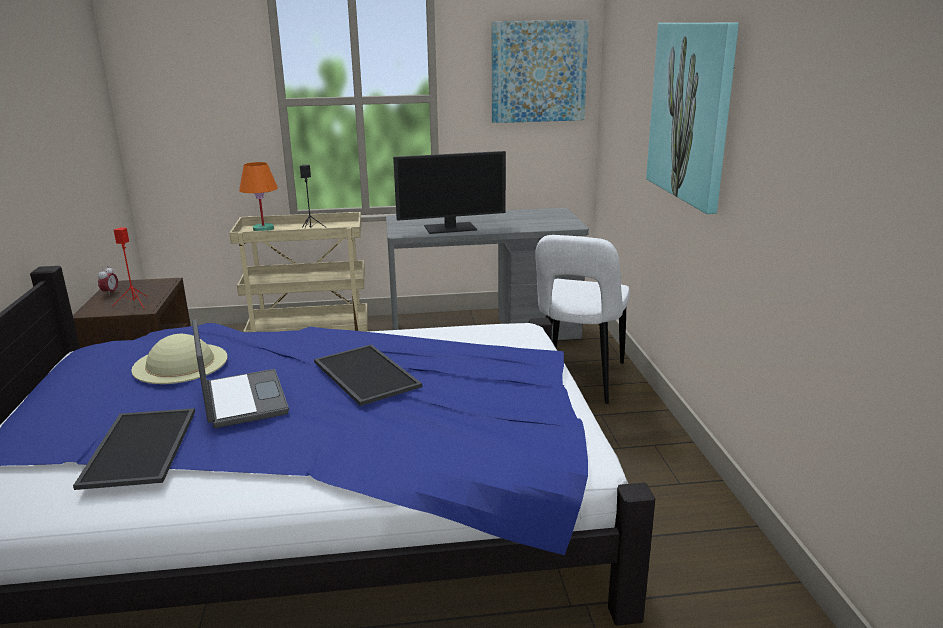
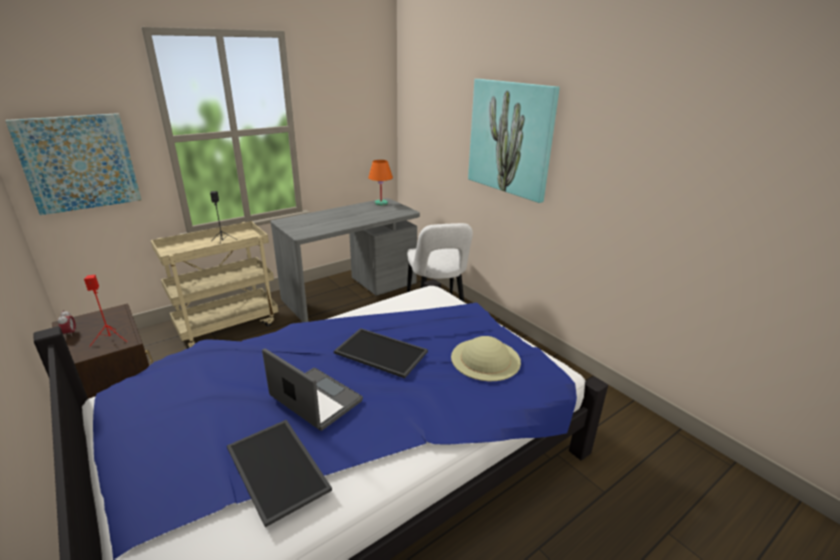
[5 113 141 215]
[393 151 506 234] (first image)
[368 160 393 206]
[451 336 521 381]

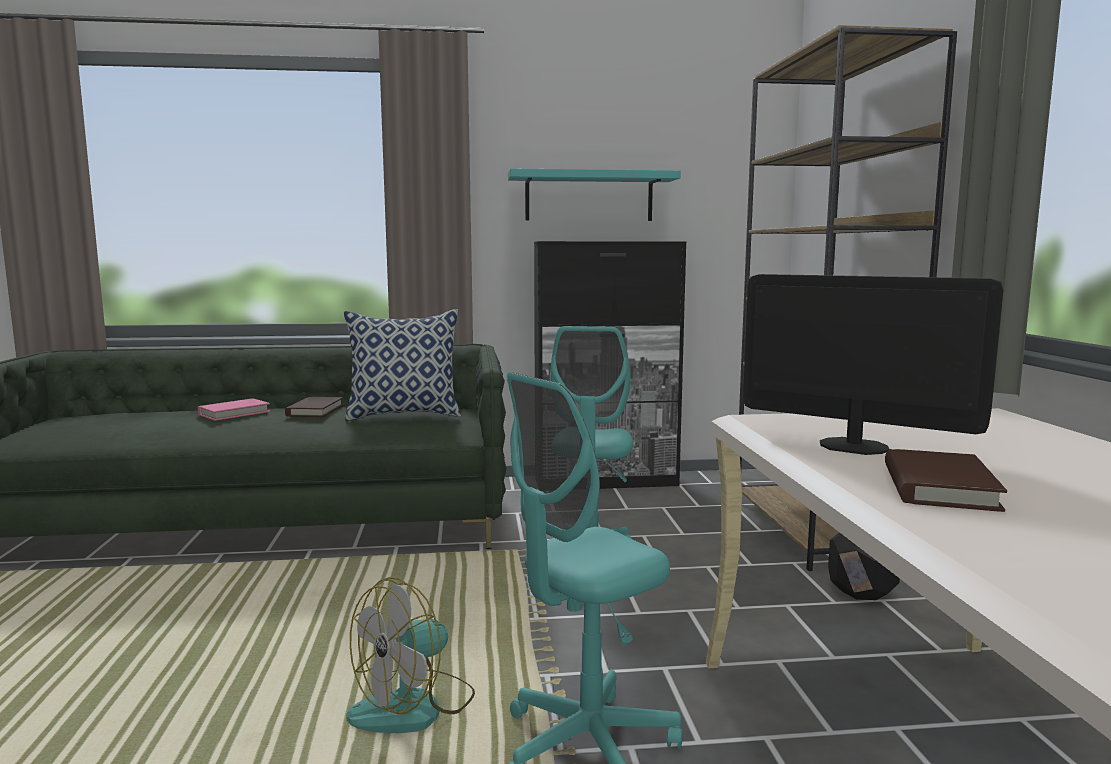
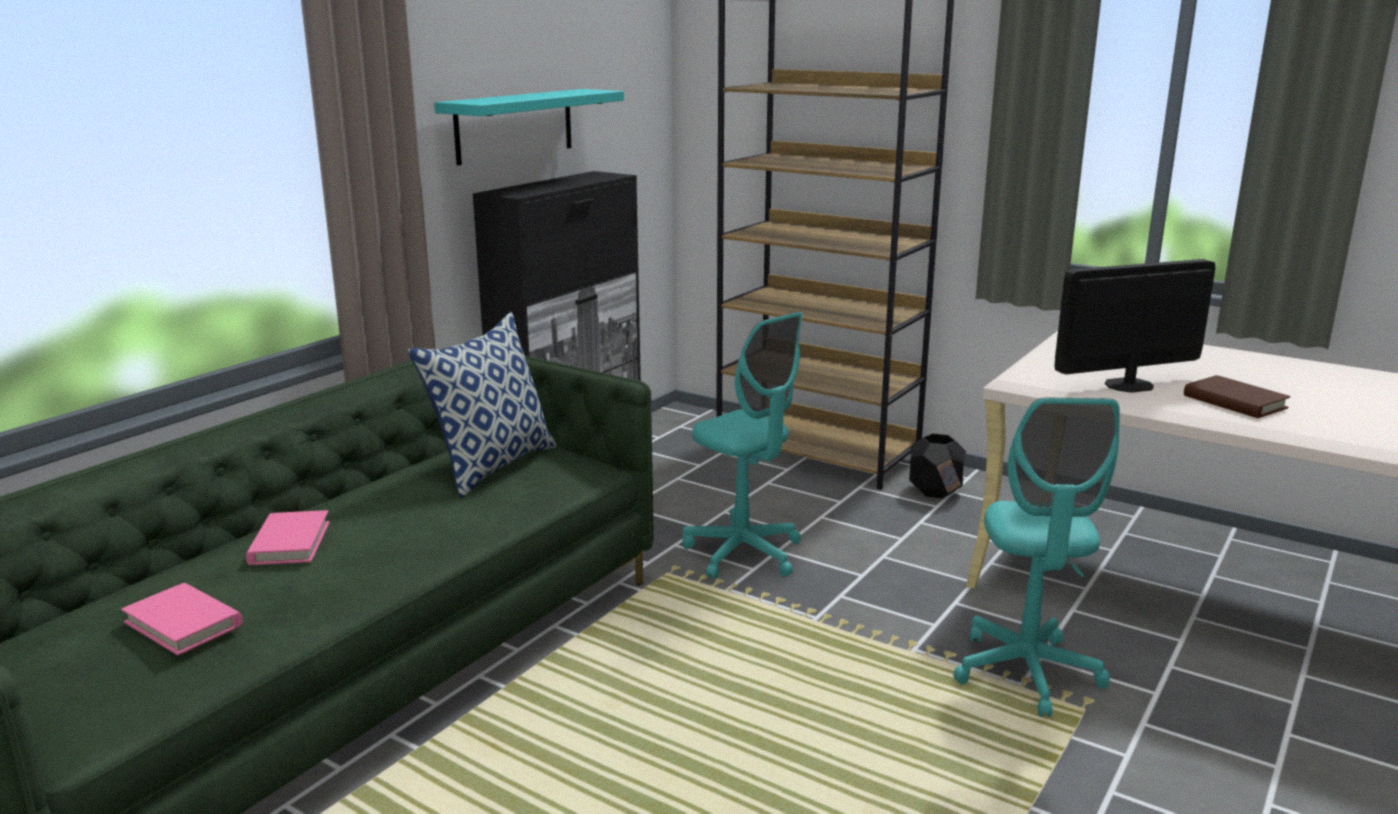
[285 397 344 417] (first image)
[346 577 475 733] (first image)
[121 583 243 655]

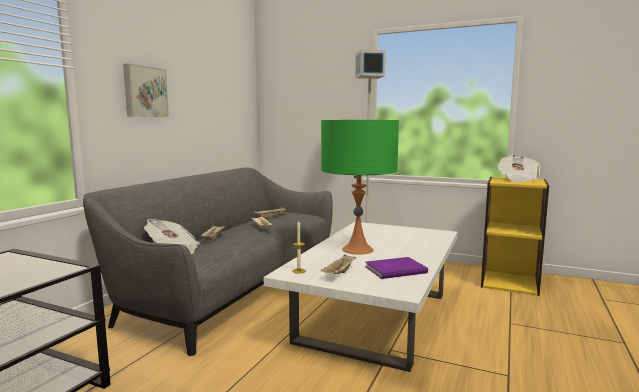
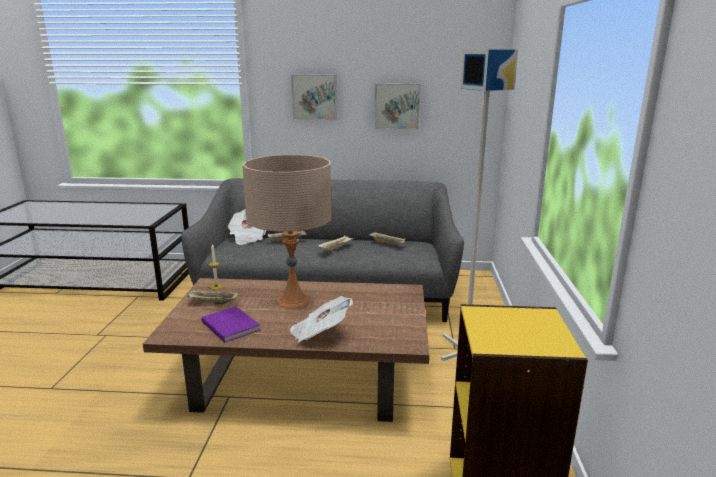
[242 155 332 309]
[290 296 353 343]
[143 278 430 422]
[375 83 421 130]

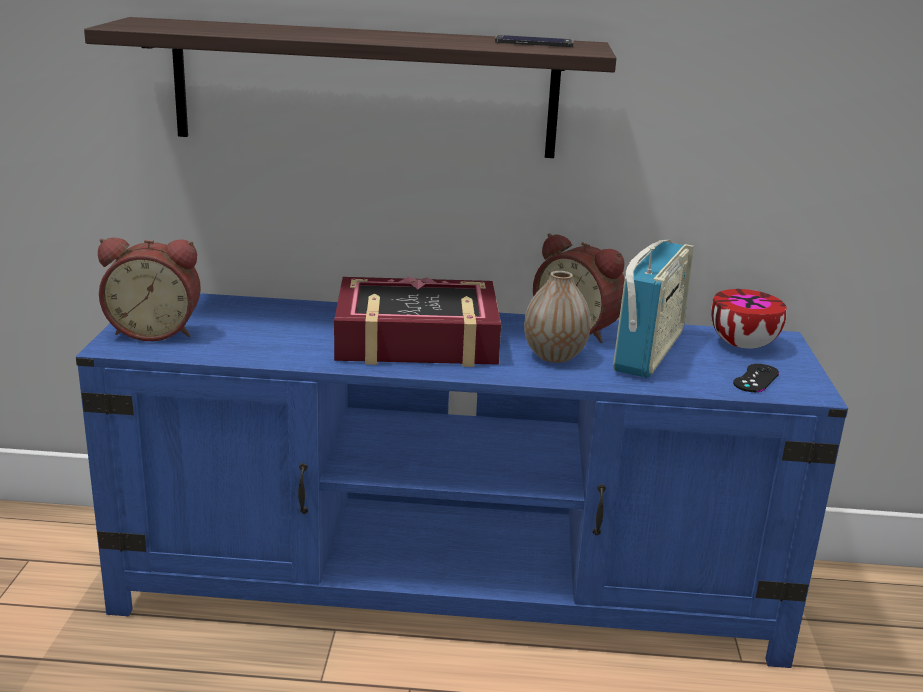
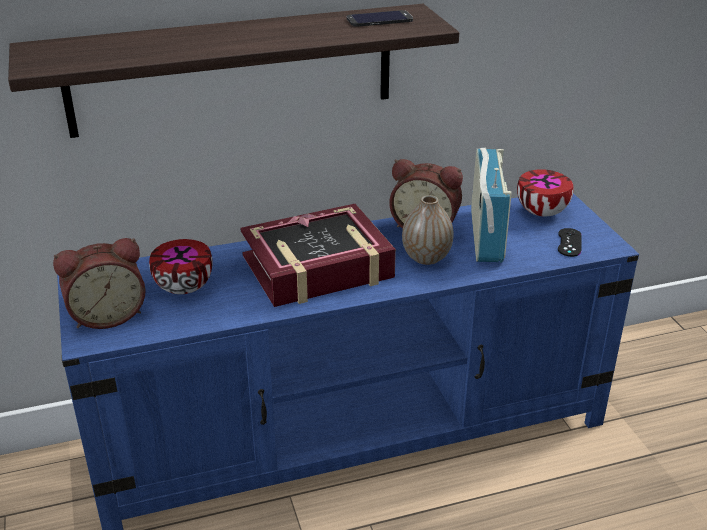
[149 239 212 294]

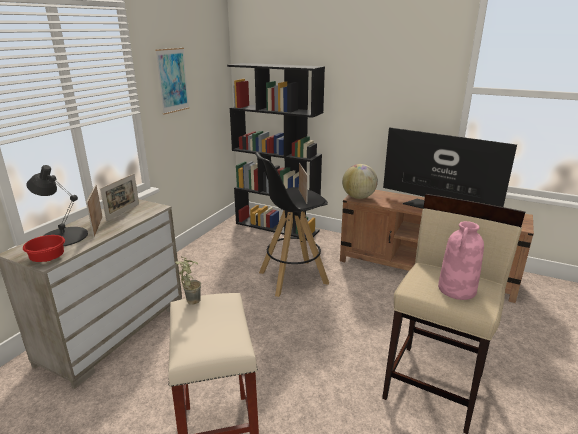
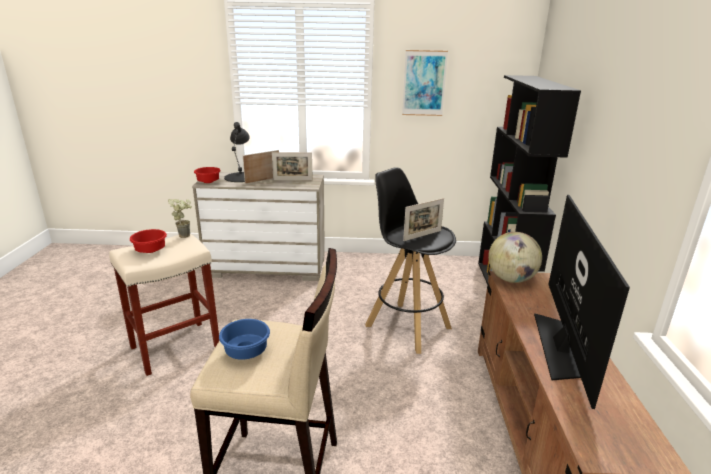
[219 319 270 360]
[130 229 167 253]

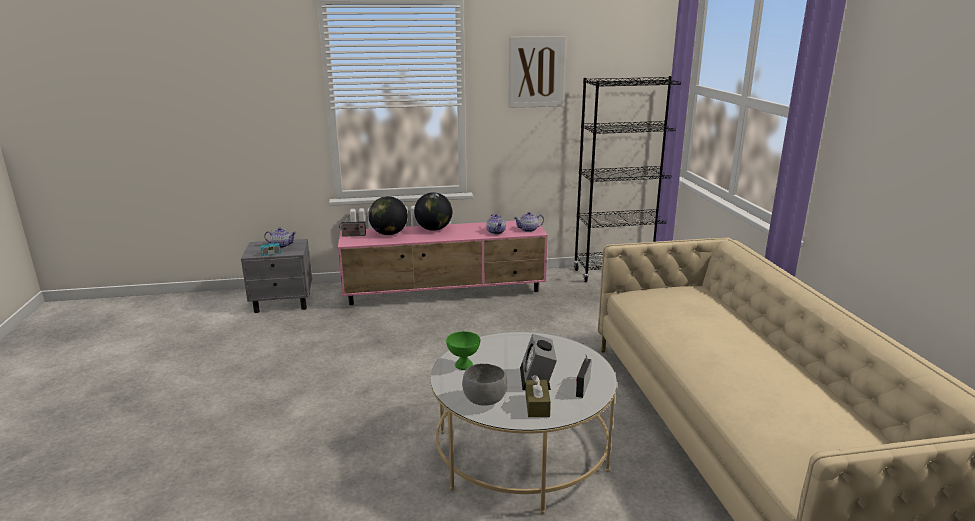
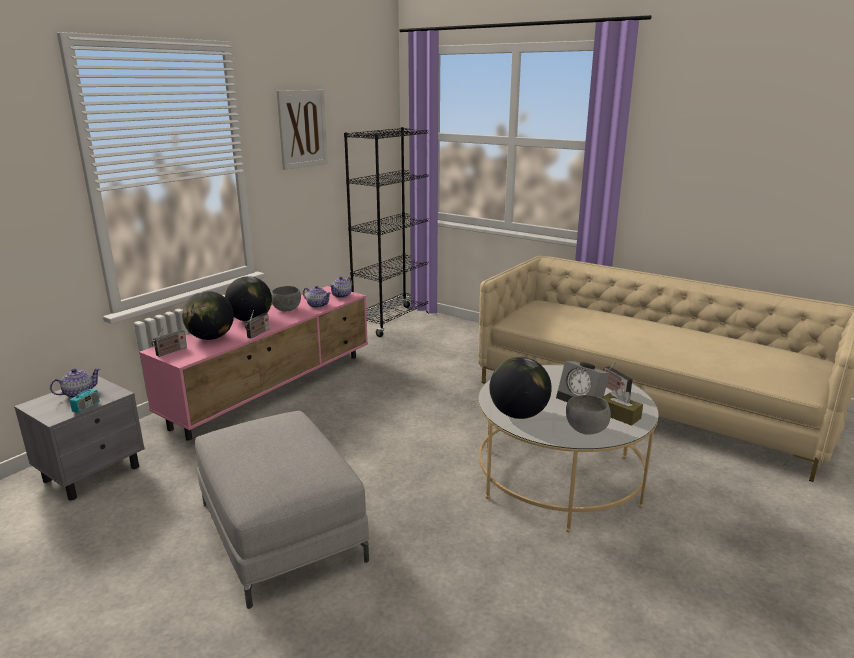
[489 357 552 419]
[271 286 301 312]
[245 310 270 339]
[195 411 369 609]

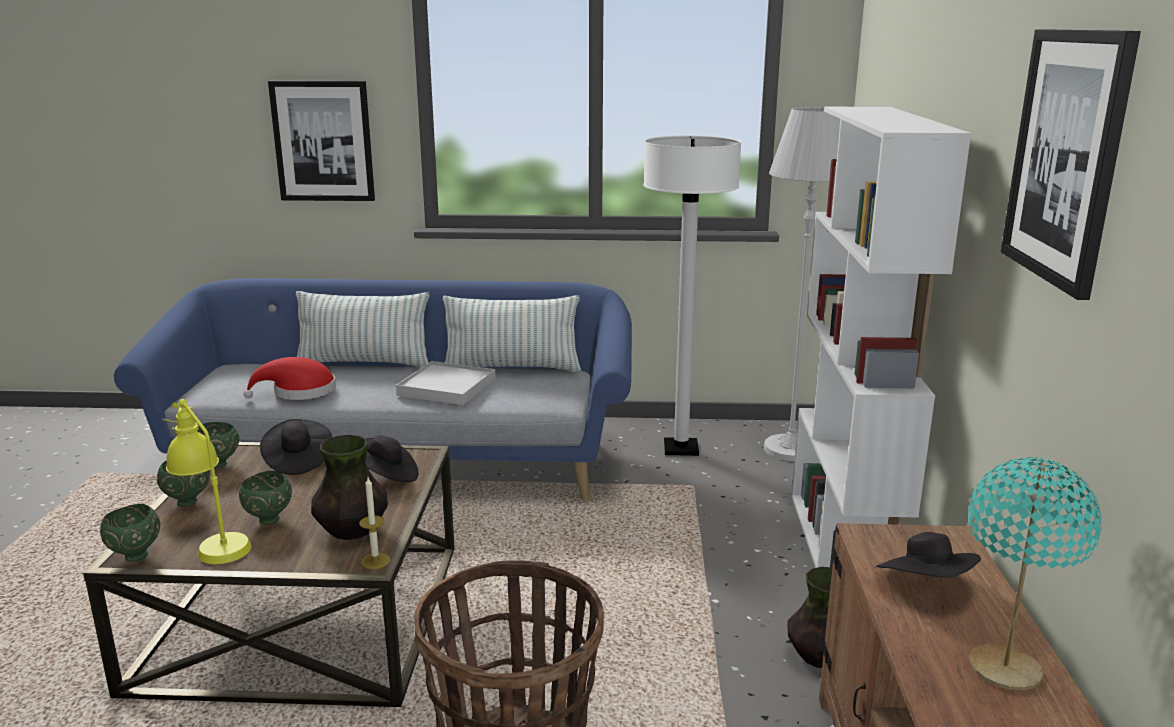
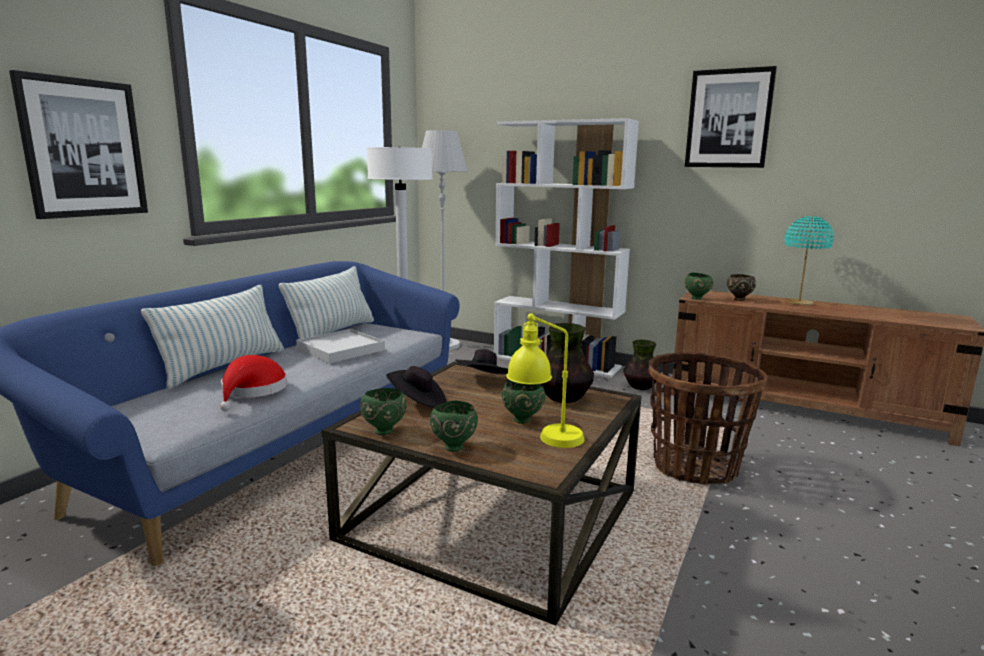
[359 477 390 569] (first image)
[685 272 713 300]
[727 274 756 301]

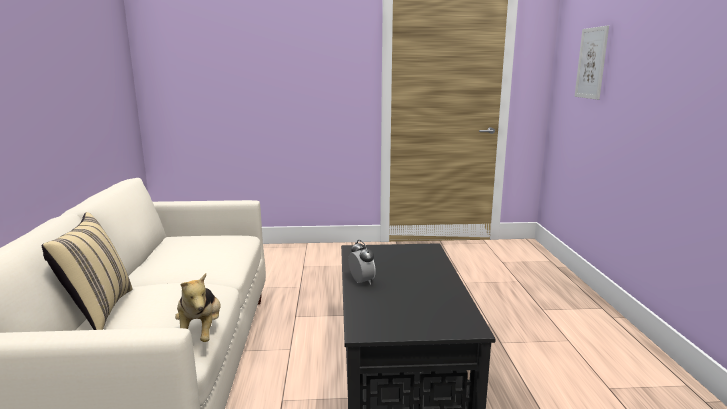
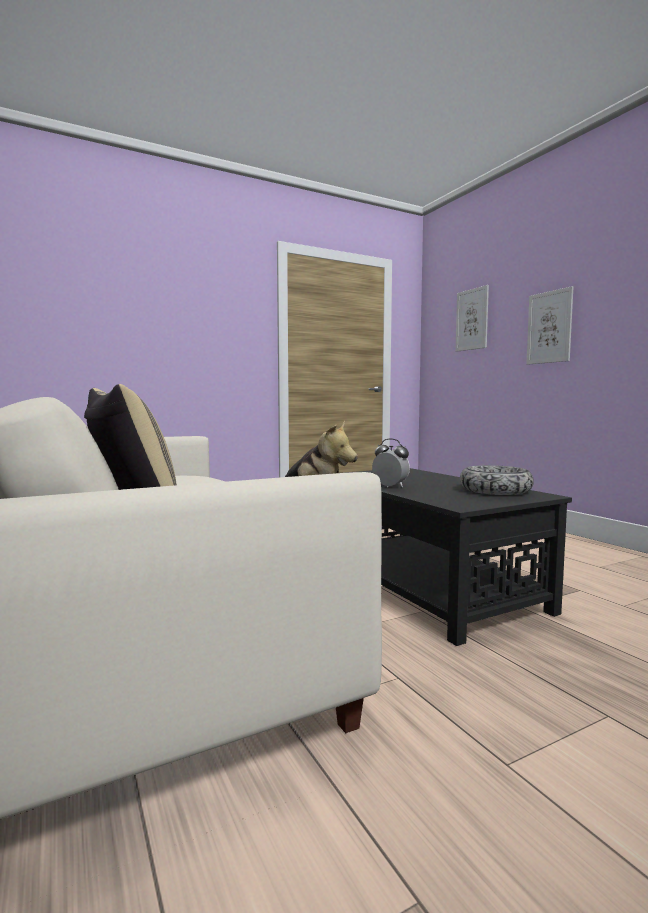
[526 286 573 365]
[460 465 534 495]

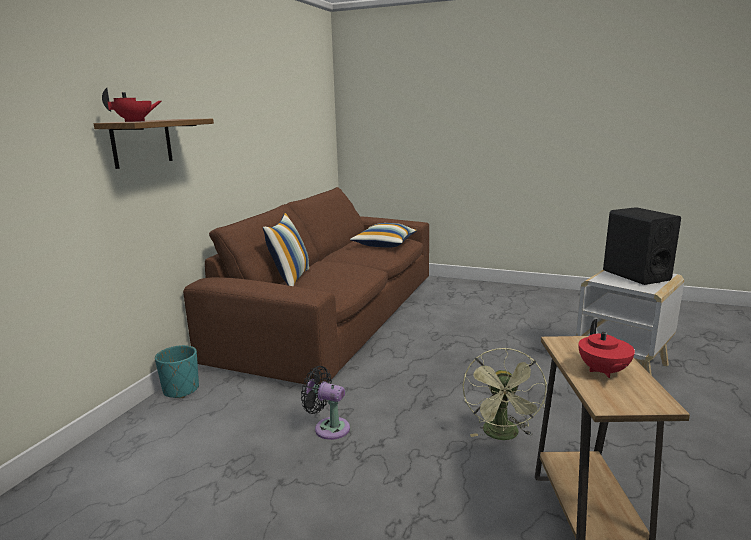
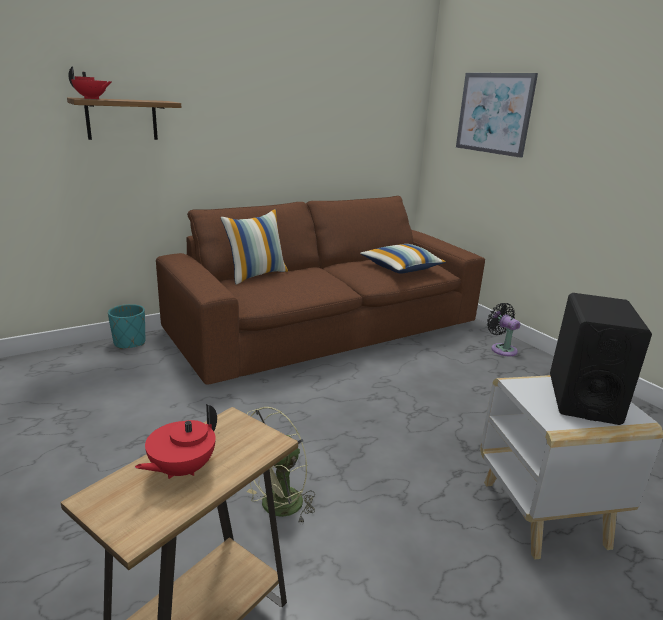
[487 303 520 356]
[456 73 538 158]

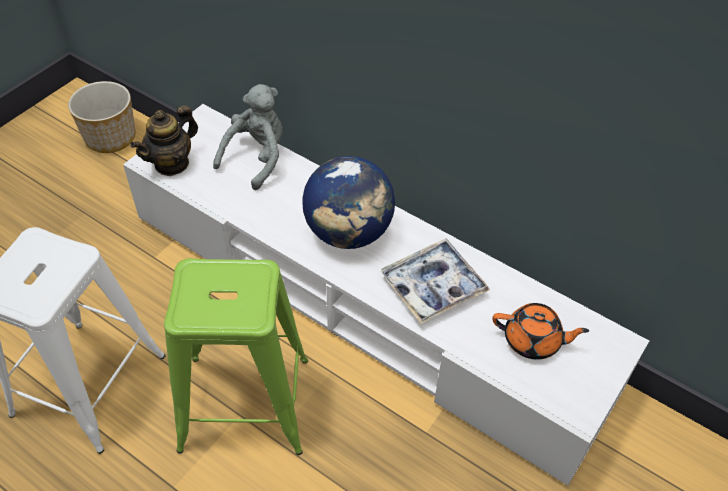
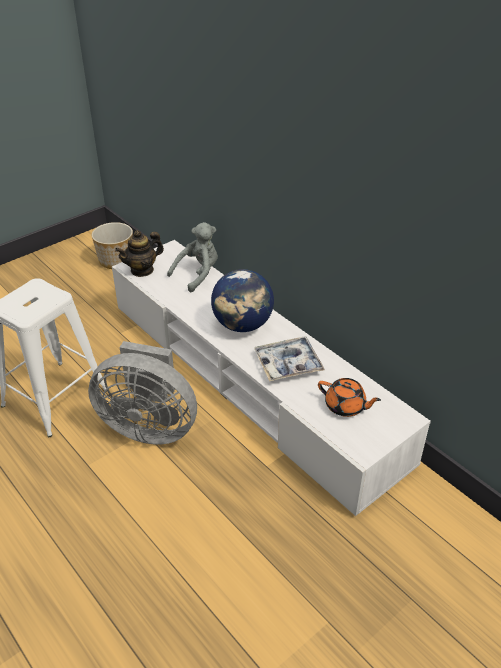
[88 341 197 445]

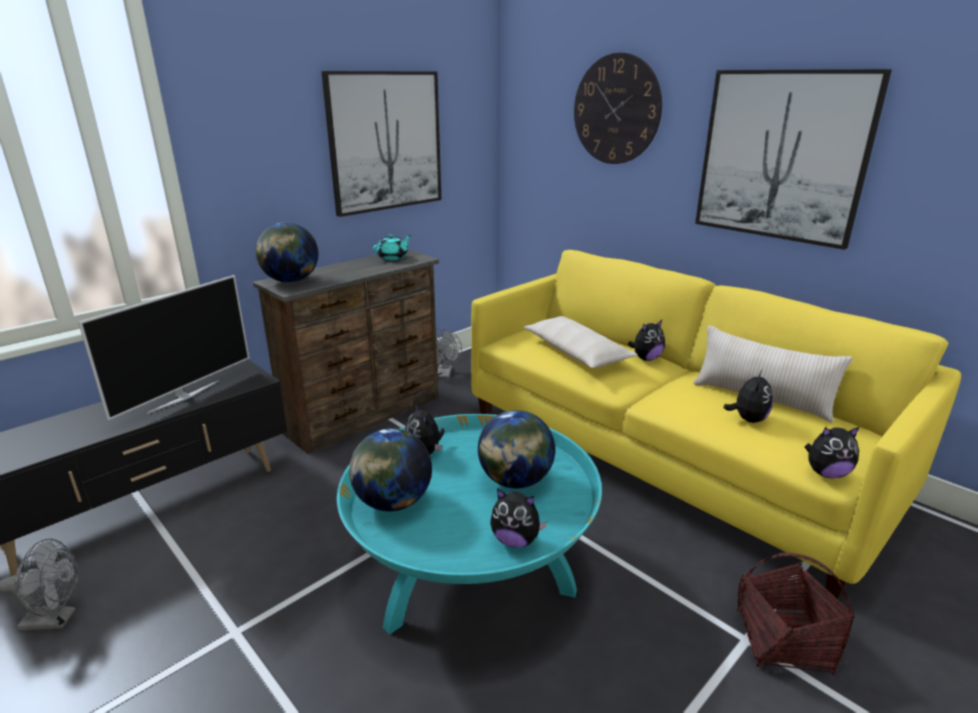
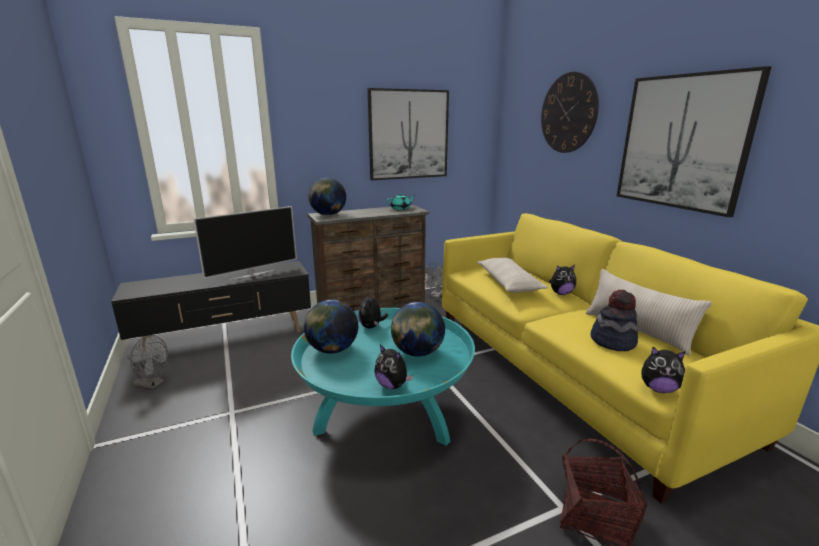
[591 289 638 351]

